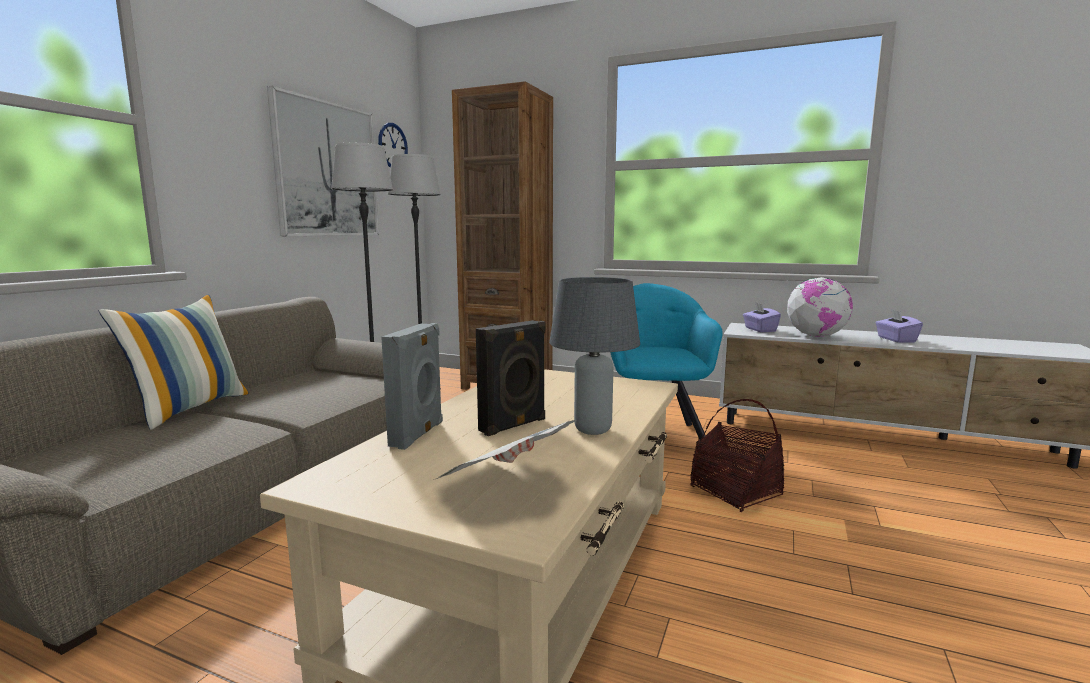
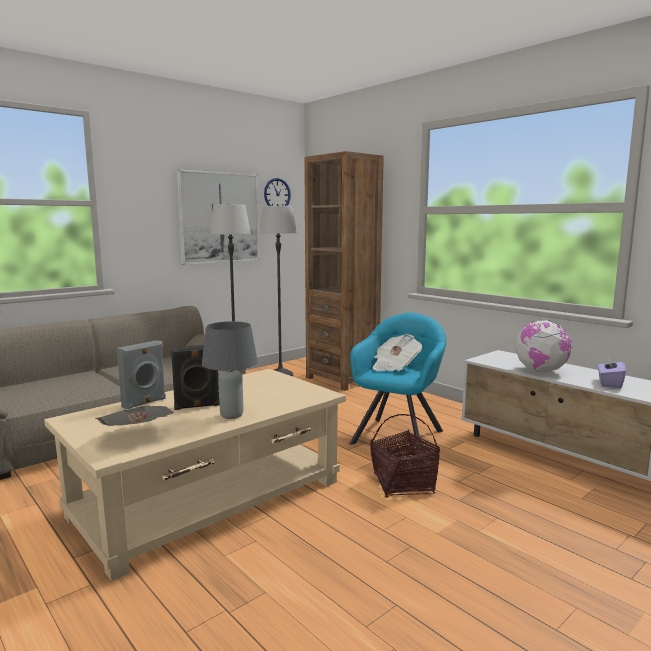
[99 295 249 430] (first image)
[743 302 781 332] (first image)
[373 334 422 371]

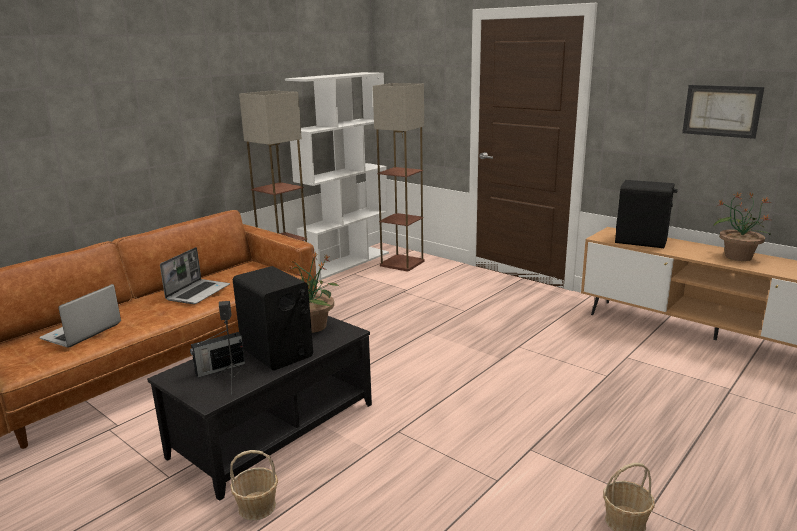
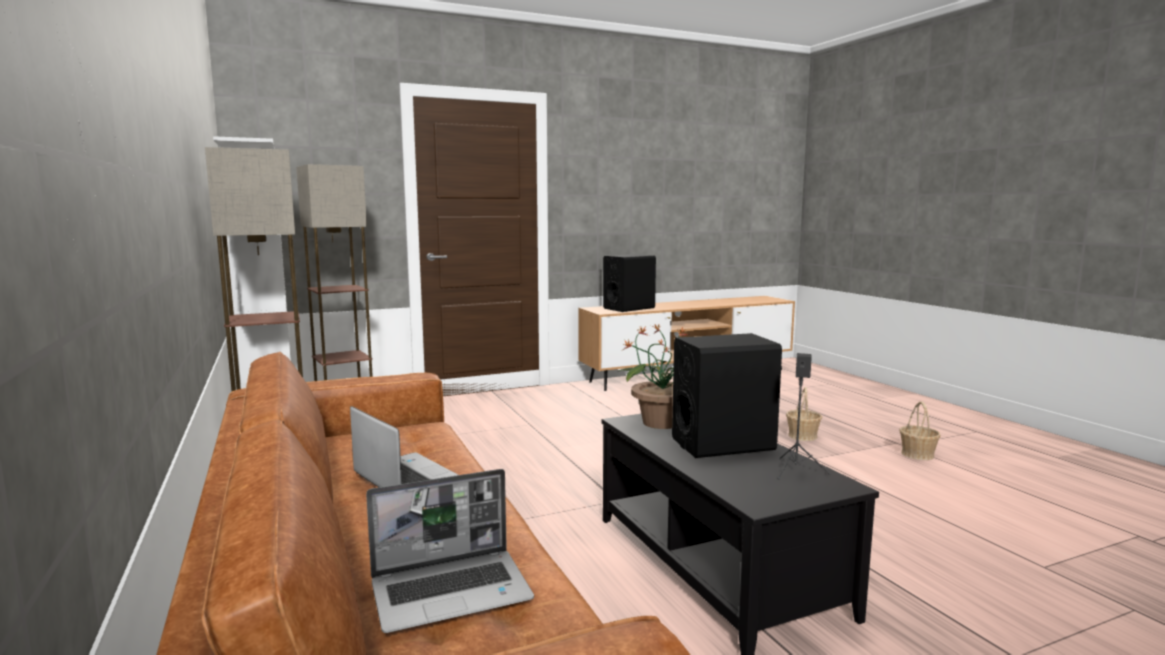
[682 85 764 139] (first image)
[714 193 771 261] (first image)
[366 469 534 633]
[190 330 245 378] (first image)
[786 387 822 441]

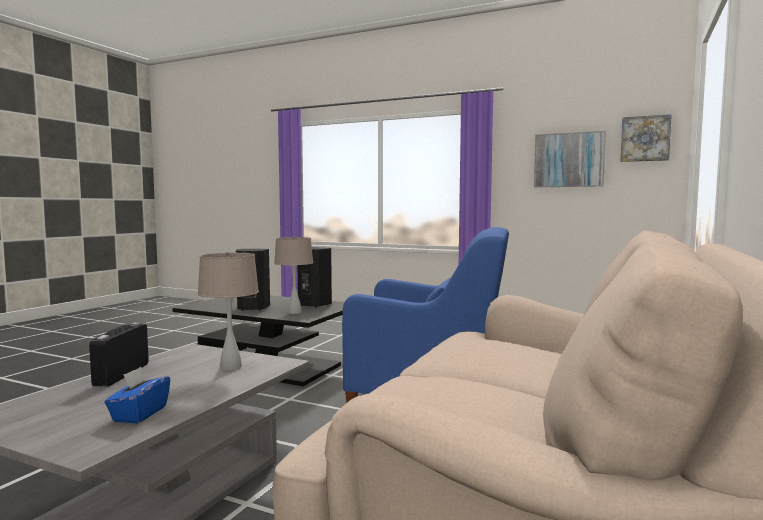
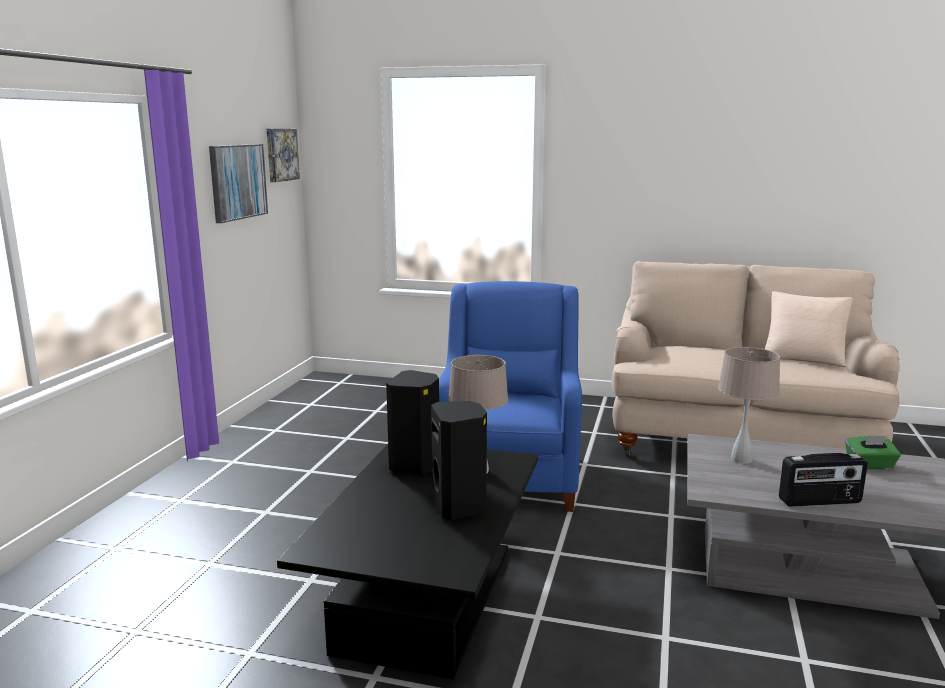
[845 435 901 469]
[765 291 853 367]

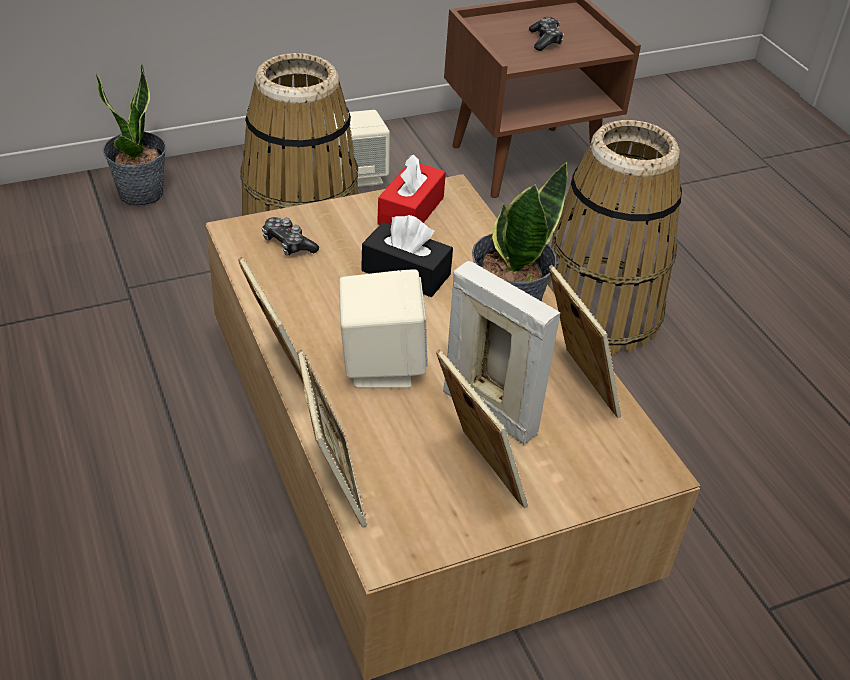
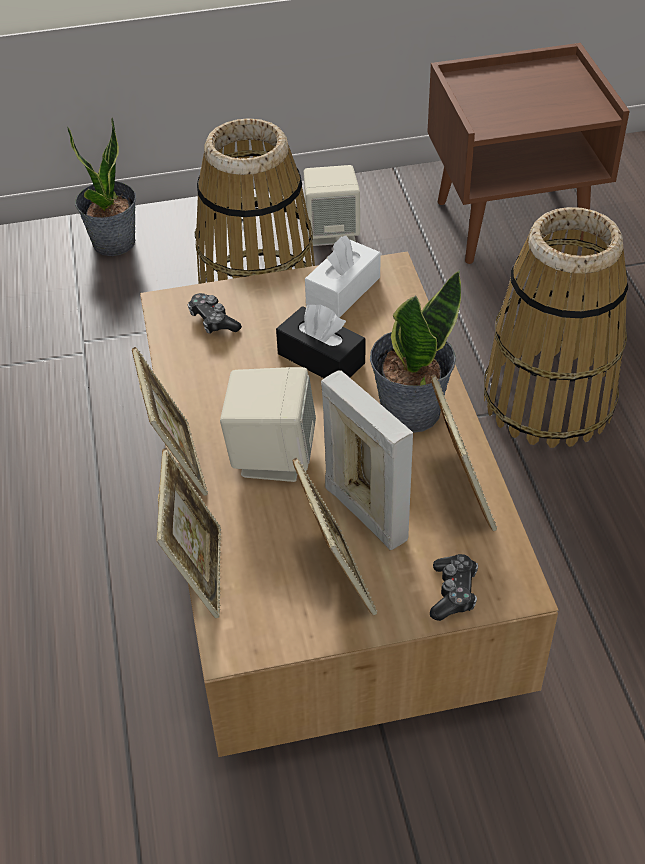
[430 554 478 621]
[305 236 381 318]

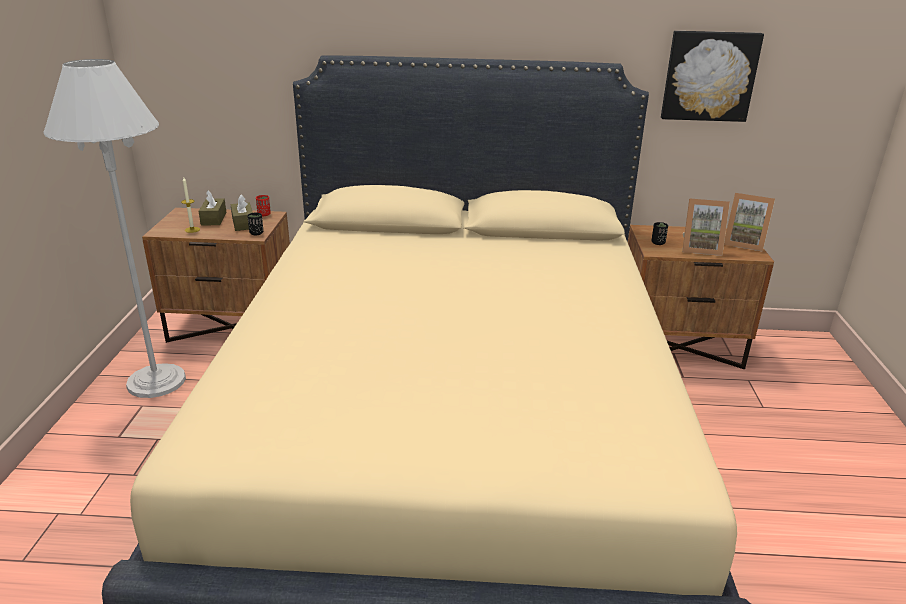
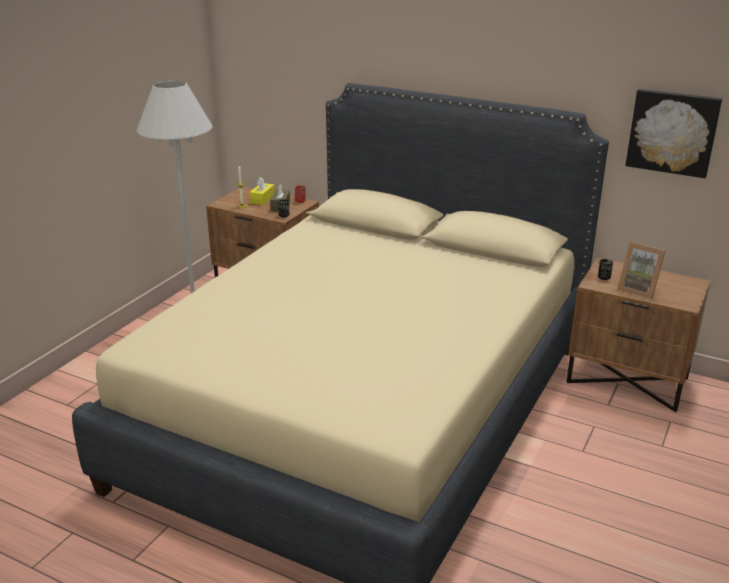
[249 177 275 205]
[724 193 775 252] (first image)

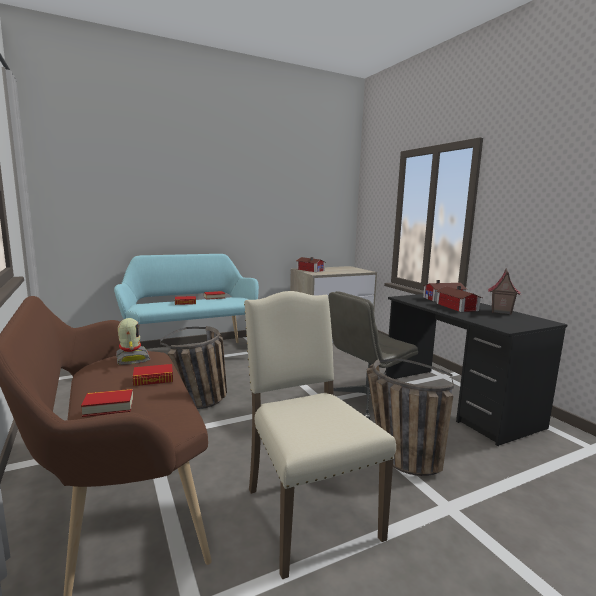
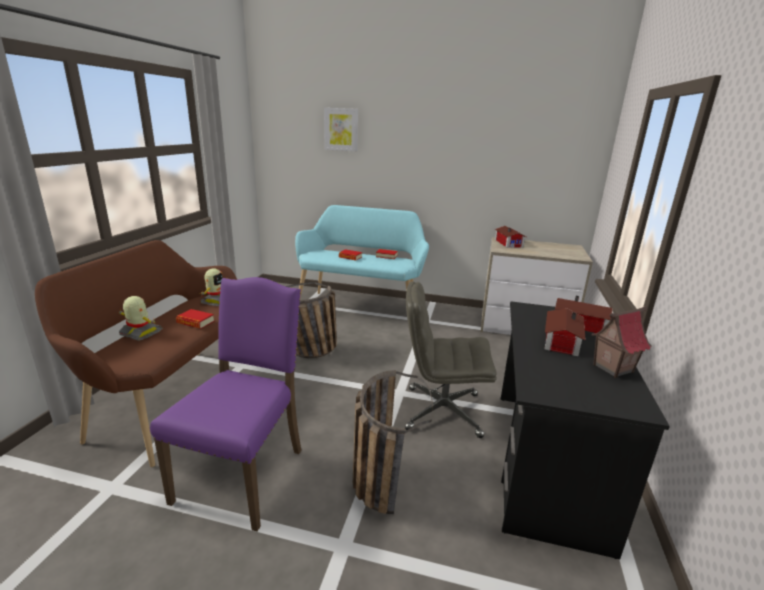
[150 277 302 532]
[119 296 163 341]
[324 108 358 151]

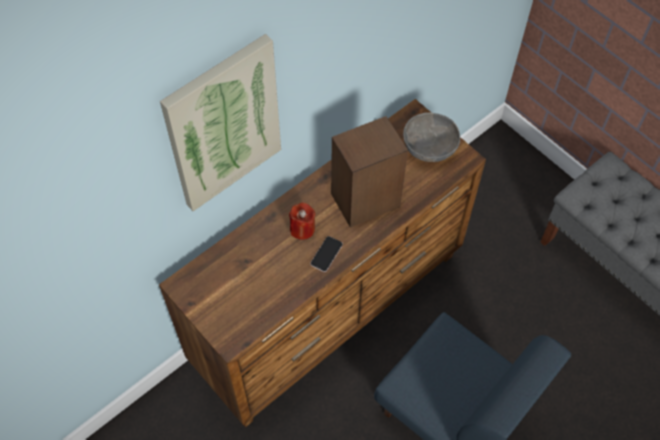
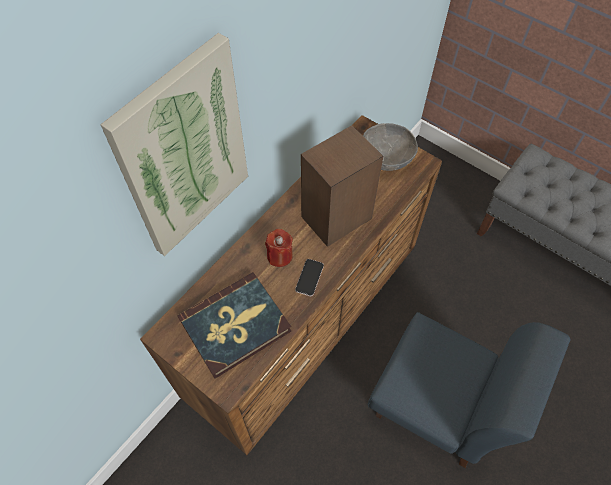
[177 272 291 379]

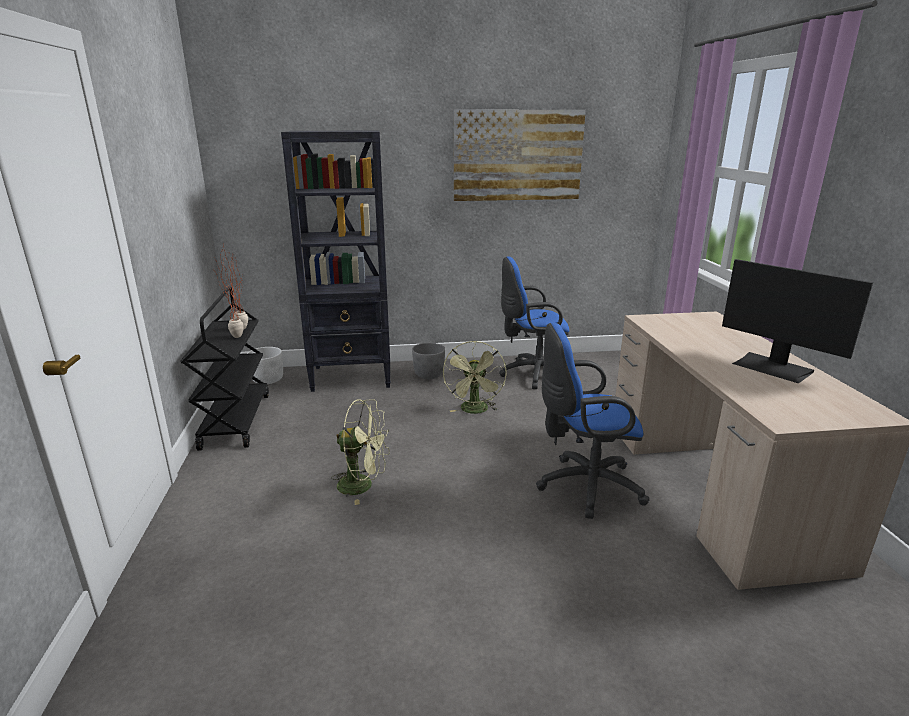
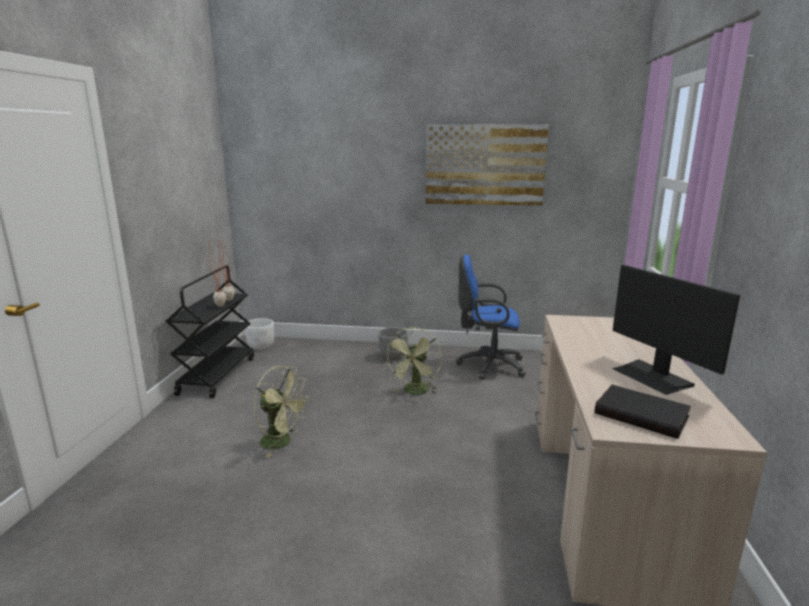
[281 131 391 392] (first image)
[536 323 650 519] (first image)
[595 385 691 439]

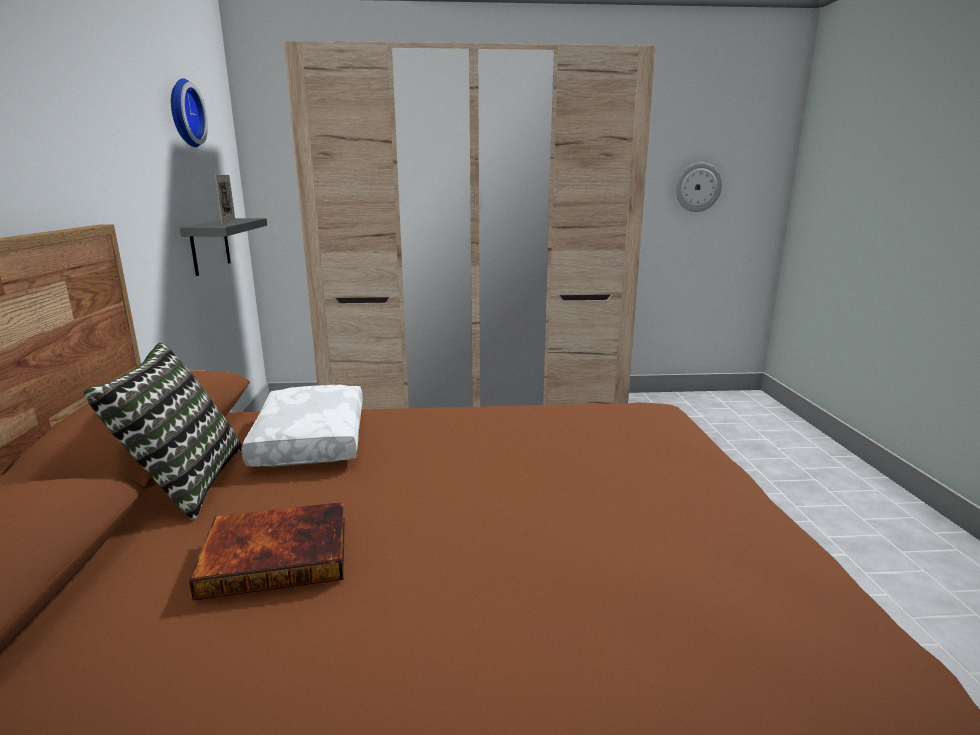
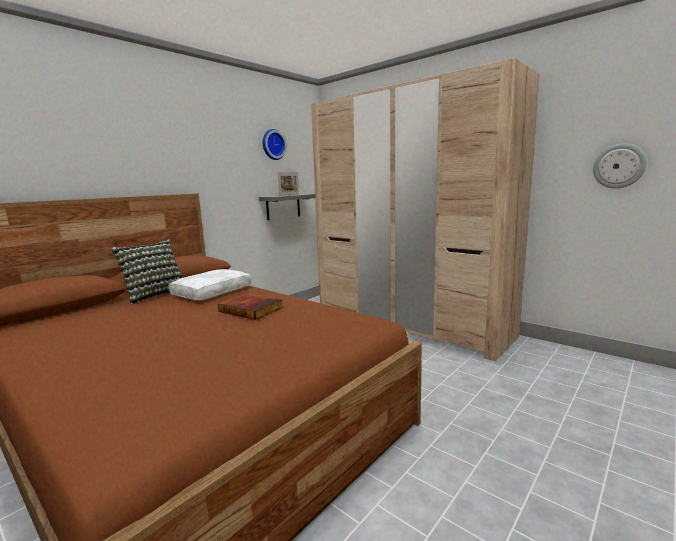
[218 293 283 320]

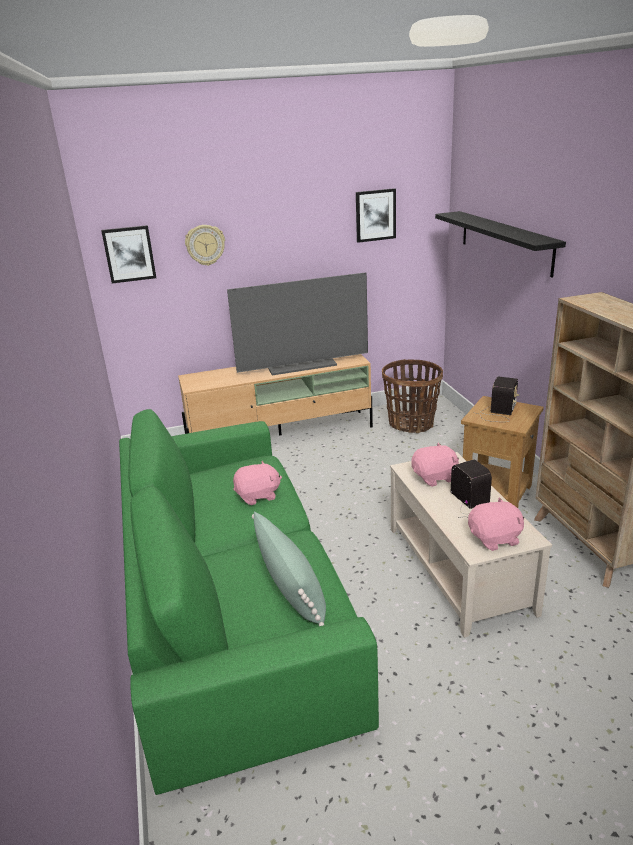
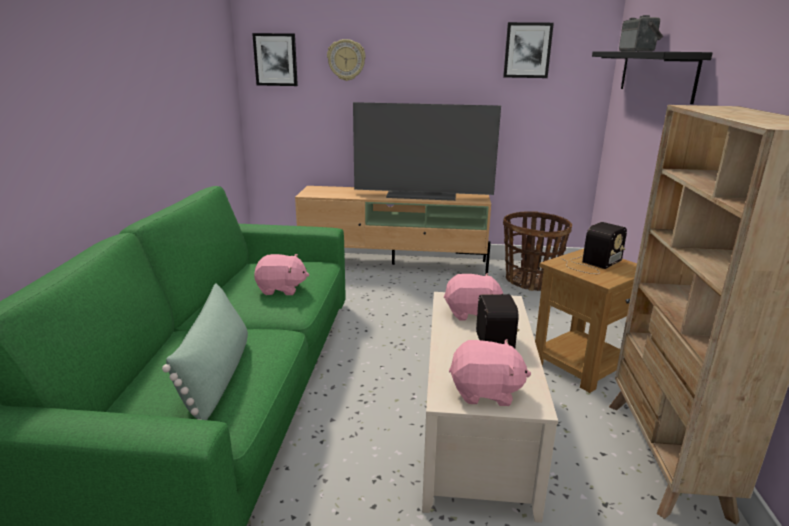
[619 15 663 52]

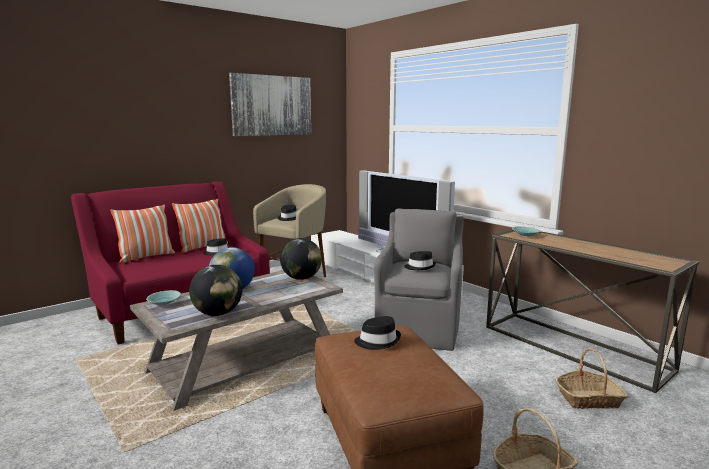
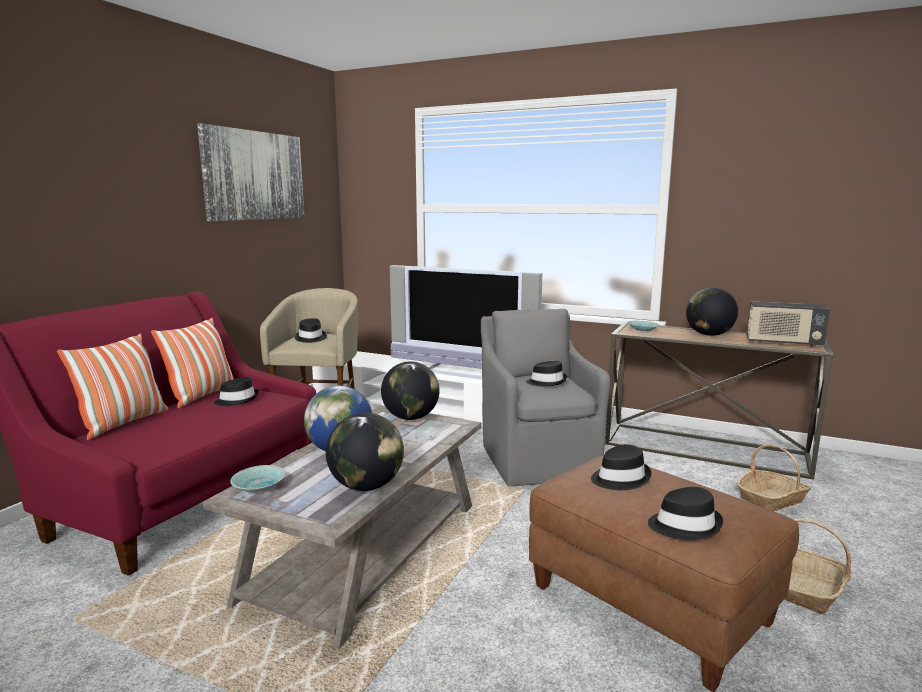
[686 287 738 336]
[746 301 830 347]
[648 487 723 541]

